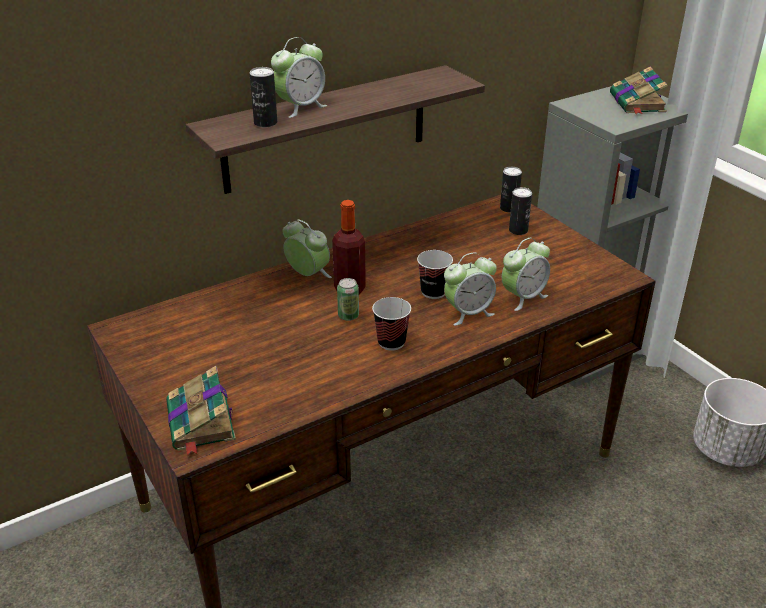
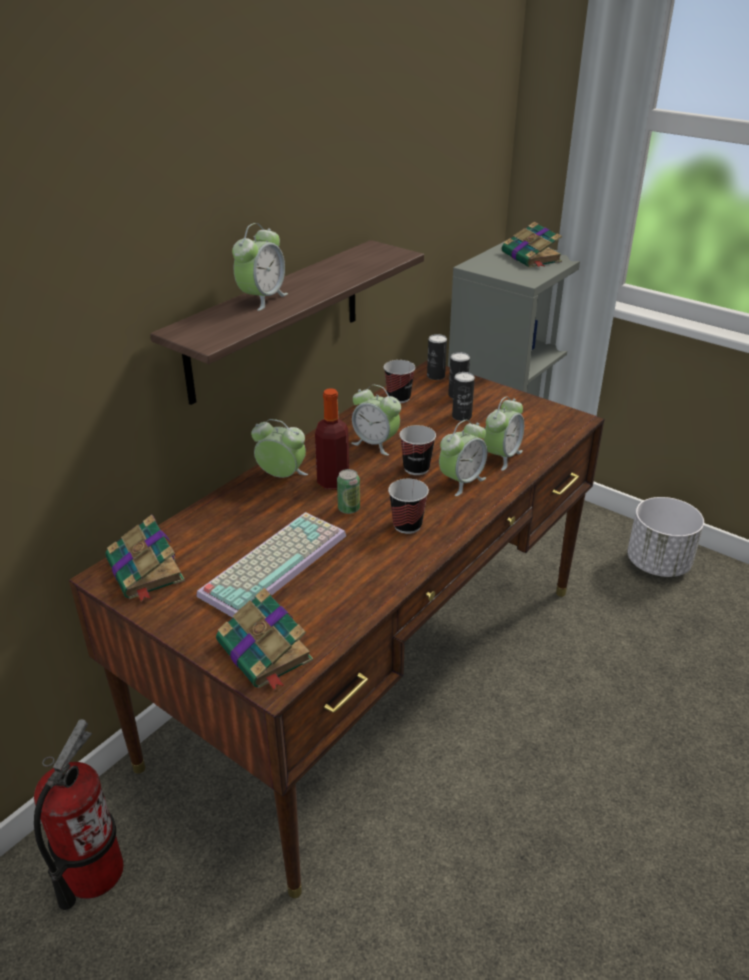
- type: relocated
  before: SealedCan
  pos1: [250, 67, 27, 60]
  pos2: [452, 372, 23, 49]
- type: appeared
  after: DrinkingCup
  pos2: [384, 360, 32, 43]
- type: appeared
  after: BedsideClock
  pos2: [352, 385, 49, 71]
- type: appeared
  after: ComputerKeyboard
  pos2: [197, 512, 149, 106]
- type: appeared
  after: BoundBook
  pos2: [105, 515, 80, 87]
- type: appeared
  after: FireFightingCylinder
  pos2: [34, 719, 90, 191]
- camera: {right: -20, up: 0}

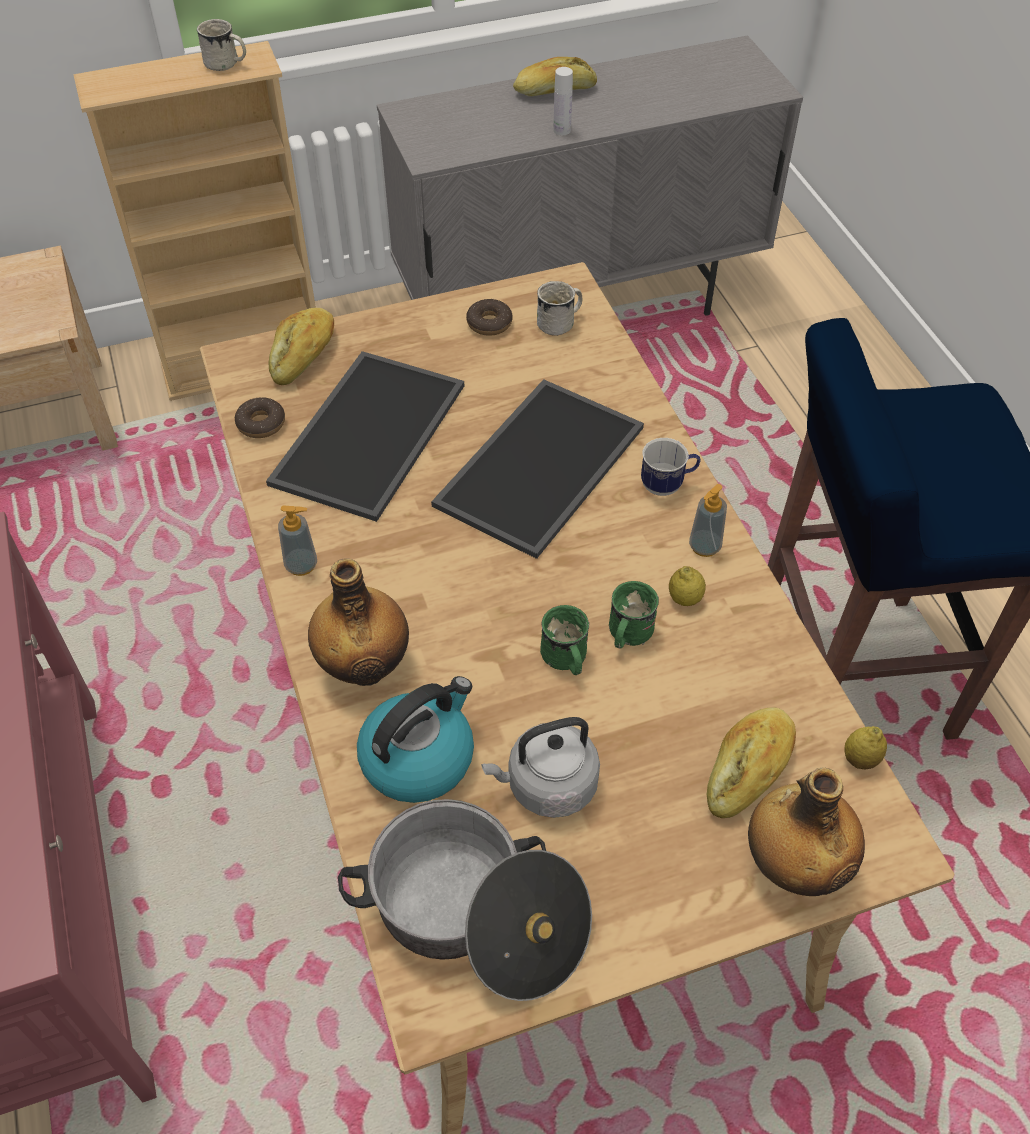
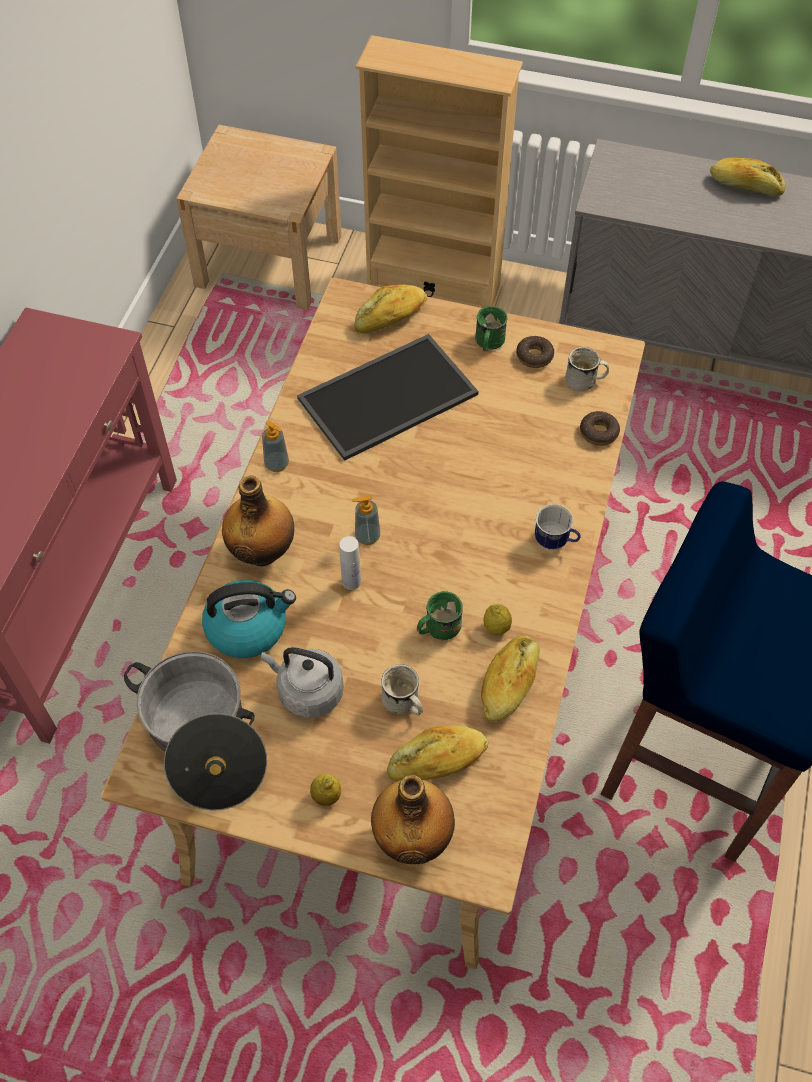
- type: relocated
  before: WhitishTeaMug
  pos1: [197, 19, 49, 52]
  pos2: [381, 664, 42, 51]
- type: relocated
  before: WhitishBottle
  pos1: [553, 67, 20, 68]
  pos2: [339, 536, 22, 54]
- type: missing
  before: CarryingTray
  pos1: [431, 379, 213, 180]
- type: relocated
  before: Donut
  pos1: [235, 397, 50, 41]
  pos2: [580, 411, 40, 35]
- type: relocated
  before: LiquidSoapBottle
  pos1: [689, 484, 38, 73]
  pos2: [352, 495, 28, 50]
- type: relocated
  before: GreenColouredTeaMug
  pos1: [540, 605, 49, 70]
  pos2: [475, 306, 33, 45]
- type: relocated
  before: CitrusFruit
  pos1: [844, 726, 43, 43]
  pos2: [310, 774, 31, 32]
- type: appeared
  after: BakeryBread
  pos2: [481, 636, 59, 85]
- camera: {right: 35, up: 5}

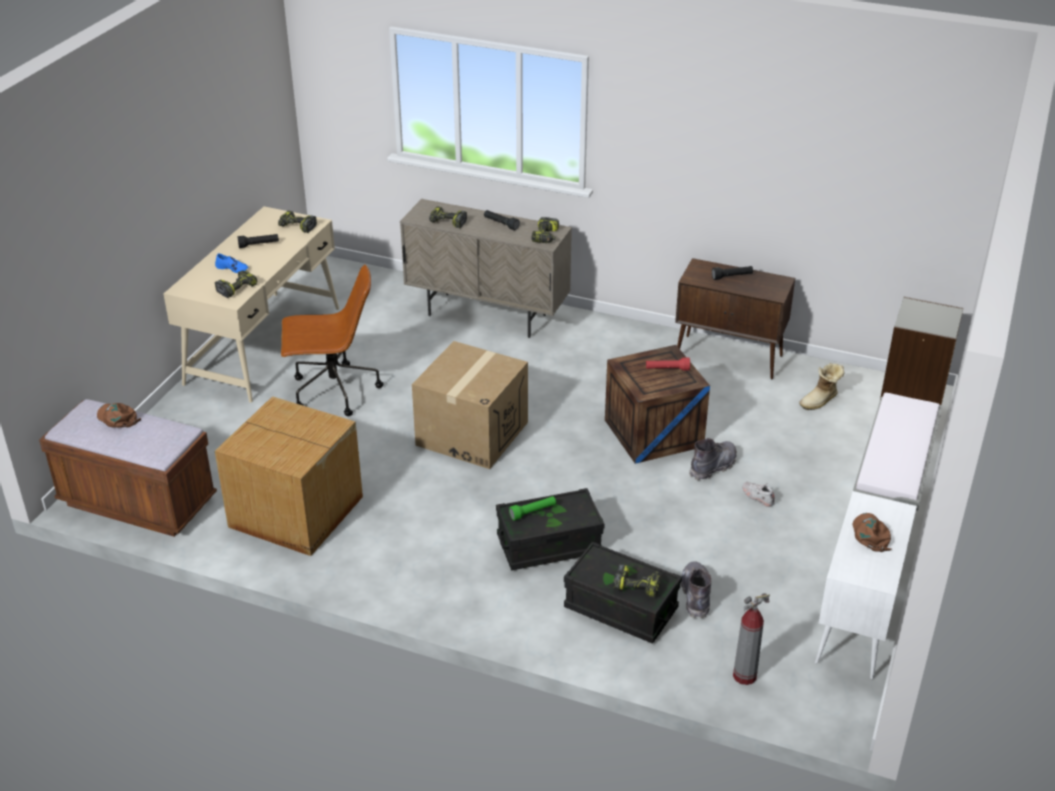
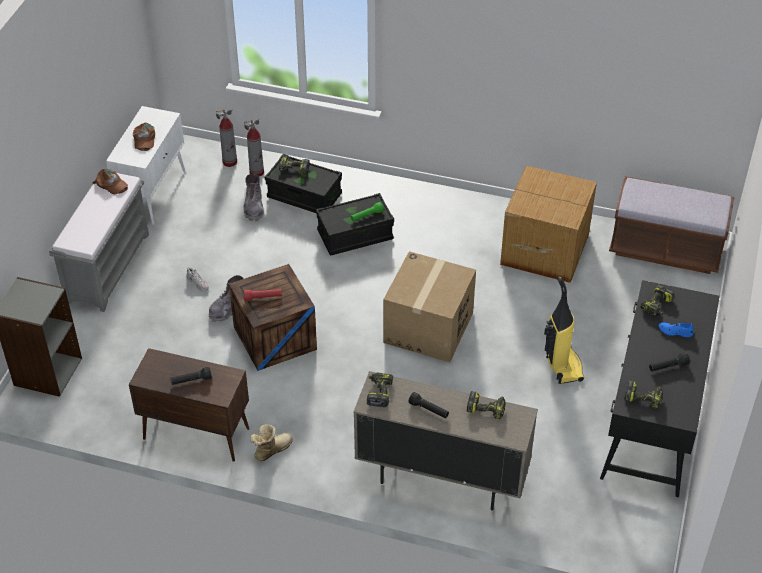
- type: colour
  before: BeigeColouredDesk
  after: BlackColouredDesk
  pos1: [164, 206, 175, 197]
  pos2: [600, 280, 120, 217]
- type: exchanged
  before: BrownOfficeChair
  after: Hoover
  pos1: [281, 264, 102, 152]
  pos2: [544, 277, 40, 107]
- type: relocated
  before: TallBoot
  pos1: [800, 363, 44, 47]
  pos2: [250, 424, 43, 38]
- type: relocated
  before: BrownCap
  pos1: [97, 403, 44, 25]
  pos2: [92, 169, 36, 25]
- type: appeared
  after: FireFightingCylinder
  pos2: [244, 119, 20, 58]
- camera: {right: 175, up: 10}

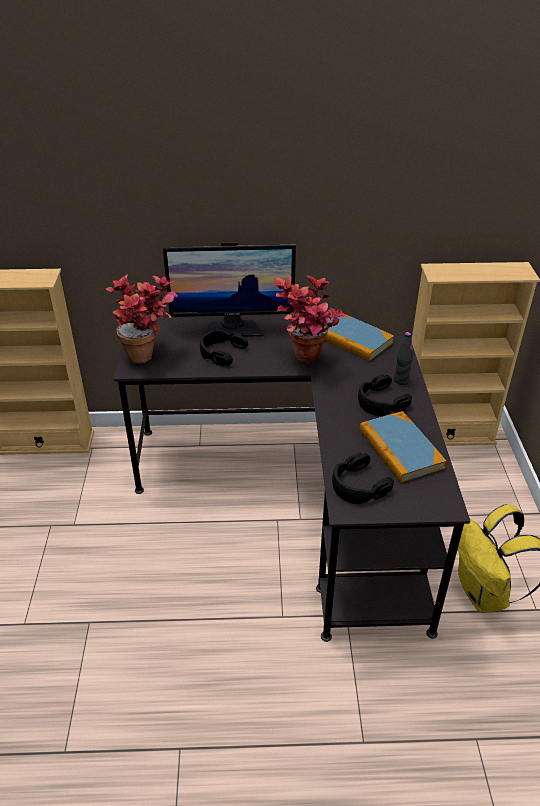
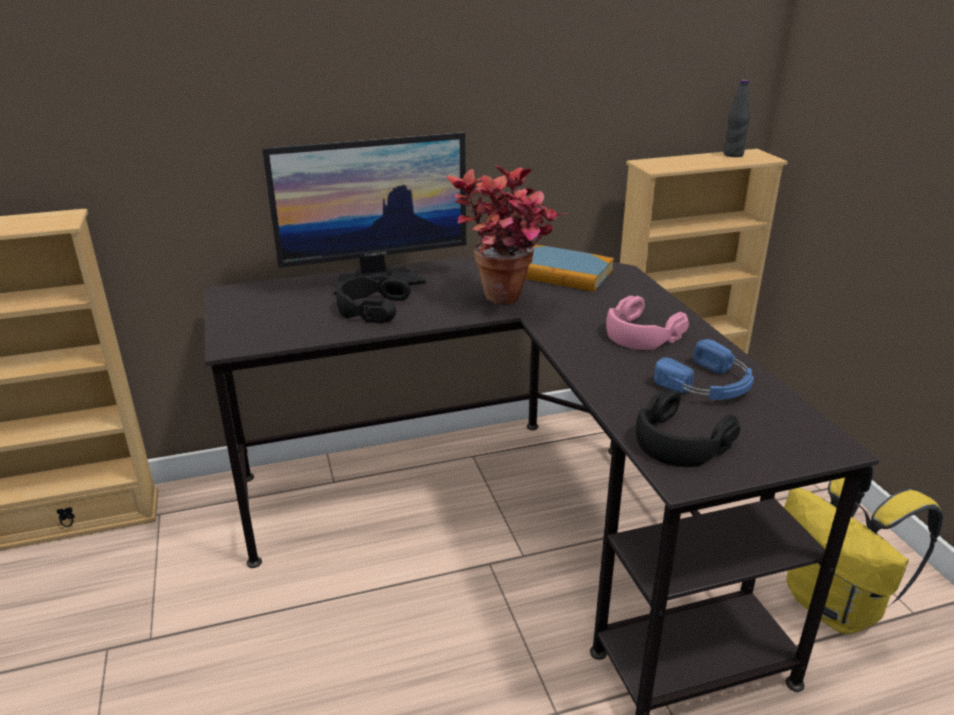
- type: missing
  before: PlantInAPot
  pos1: [106, 274, 72, 90]
- type: relocated
  before: BlackColouredBottle
  pos1: [394, 332, 19, 53]
  pos2: [724, 80, 26, 77]
- type: colour
  before: BlackColouredPairOfHeadphones
  after: PinkishPairOfHeadphones
  pos1: [358, 374, 54, 42]
  pos2: [606, 295, 83, 55]
- type: exchanged
  before: BoundBook
  after: BluePairOfHeadphones
  pos1: [360, 411, 87, 72]
  pos2: [654, 339, 100, 61]
- camera: {right: -15, up: -10}

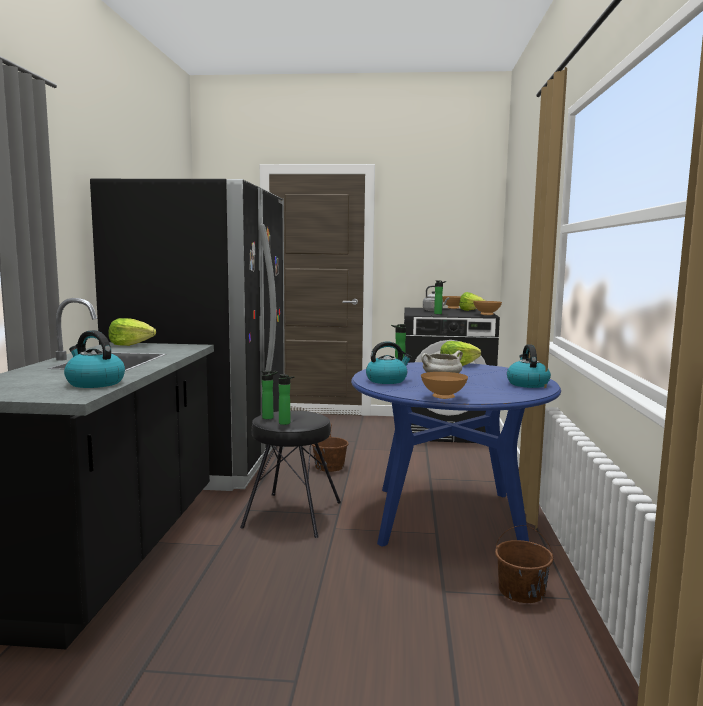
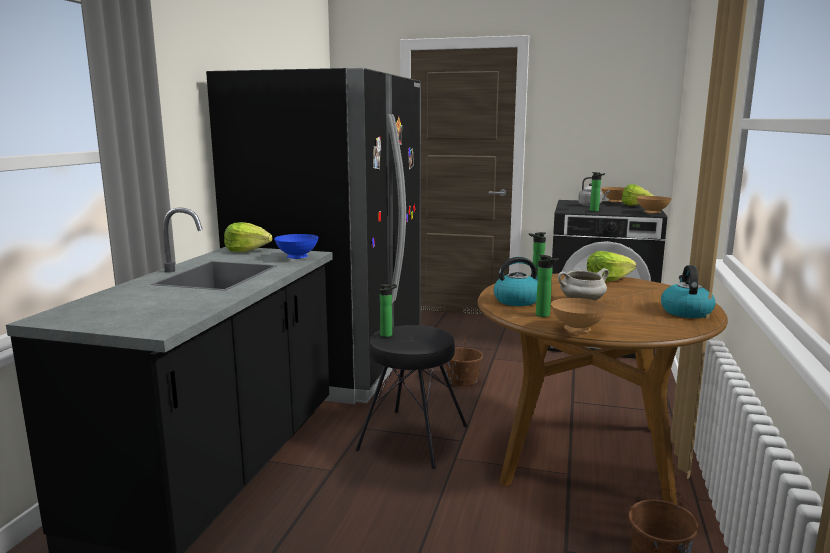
- type: missing
  before: WaterKettle
  pos1: [64, 330, 61, 58]
- type: colour
  before: BlueDiningTable
  after: BrownDiningTable
  pos1: [351, 362, 210, 185]
  pos2: [478, 273, 250, 232]
- type: relocated
  before: Bottle
  pos1: [279, 374, 16, 51]
  pos2: [536, 255, 23, 62]
- type: appeared
  after: BlueBowl
  pos2: [274, 234, 45, 25]
- camera: {right: 10, up: 5}

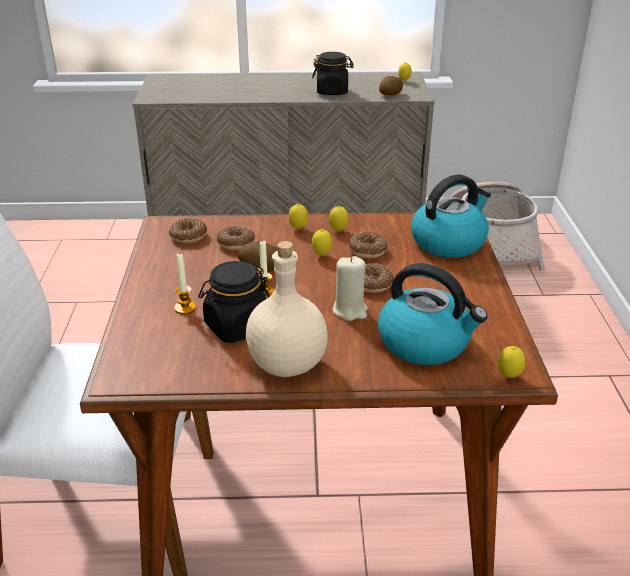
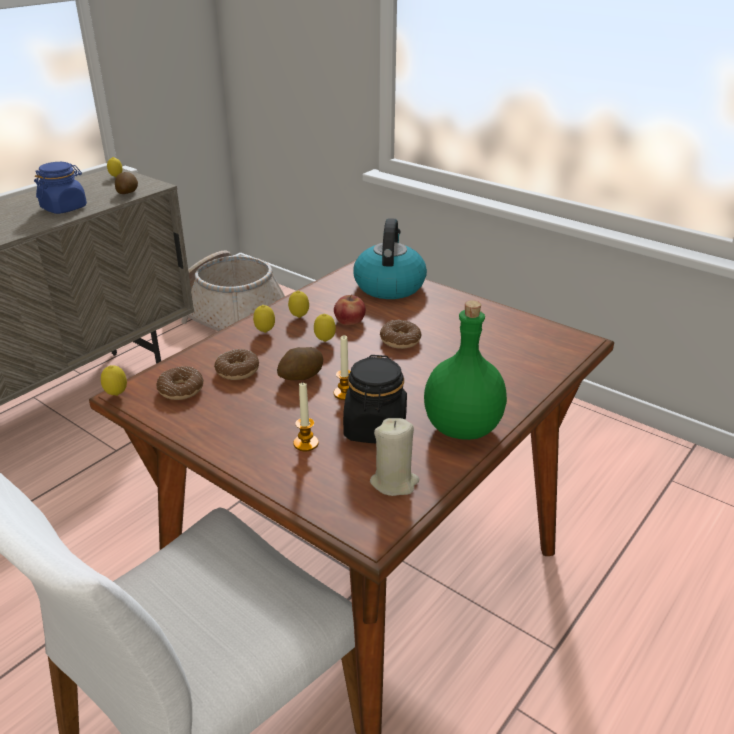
- type: colour
  before: BlackColouredJar
  after: BlueJar
  pos1: [312, 52, 42, 43]
  pos2: [34, 162, 53, 52]
- type: exchanged
  before: Donut
  after: Apple
  pos1: [349, 232, 39, 26]
  pos2: [334, 295, 32, 30]
- type: colour
  before: BeigeColouredBottle
  after: GreenColouredBottle
  pos1: [246, 241, 82, 136]
  pos2: [424, 300, 83, 140]
- type: relocated
  before: BeigeColouredWaxLight
  pos1: [333, 256, 35, 65]
  pos2: [370, 418, 49, 78]
- type: missing
  before: WaterKettle
  pos1: [378, 263, 110, 102]
- type: relocated
  before: CitrusFruit
  pos1: [498, 346, 27, 32]
  pos2: [101, 365, 26, 31]
- camera: {right: -50, up: 0}

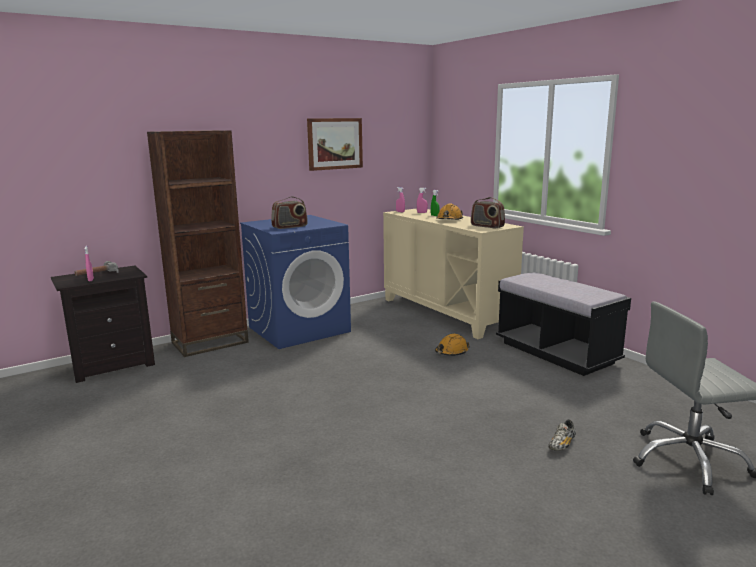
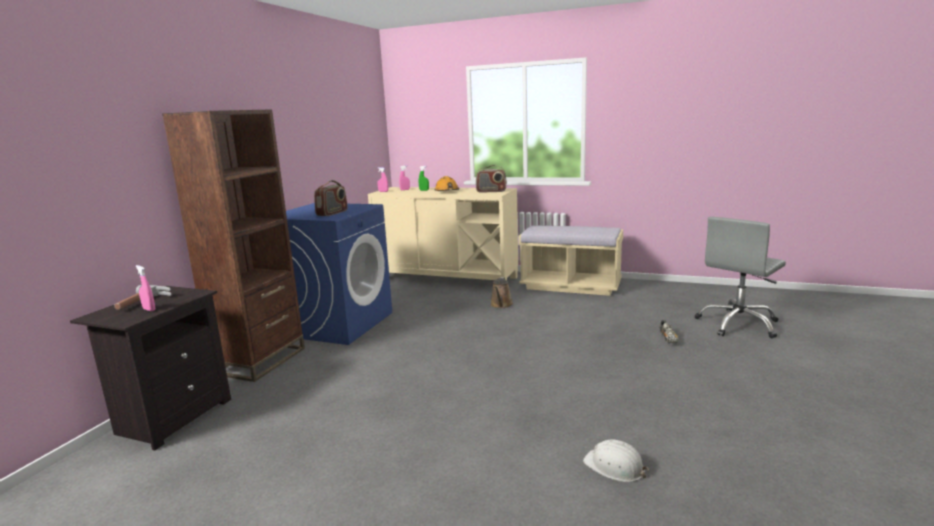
- type: missing
  before: Picture
  pos1: [307, 118, 56, 53]
- type: colour
  before: BlackColouredBench
  after: BeigeColouredBench
  pos1: [496, 272, 135, 104]
  pos2: [519, 225, 104, 71]
- type: exchanged
  before: OrangeWorkHelmet
  after: BrownSprinklingCan
  pos1: [435, 334, 35, 22]
  pos2: [490, 277, 23, 31]
- type: appeared
  after: WhitishWorkHelmet
  pos2: [583, 439, 66, 43]
- camera: {right: -35, up: 0}

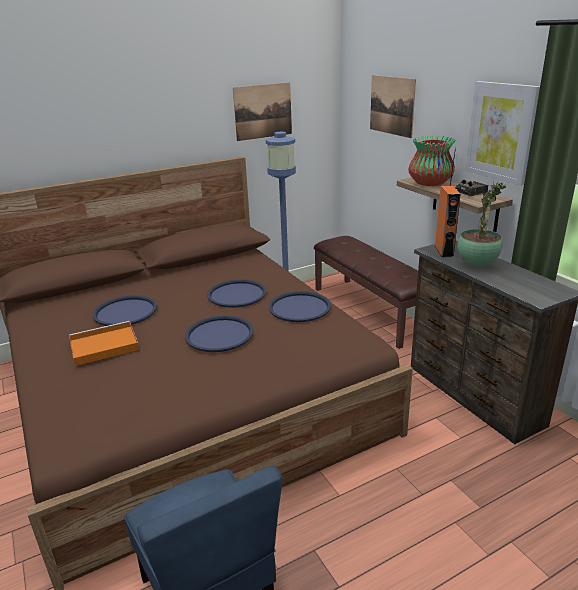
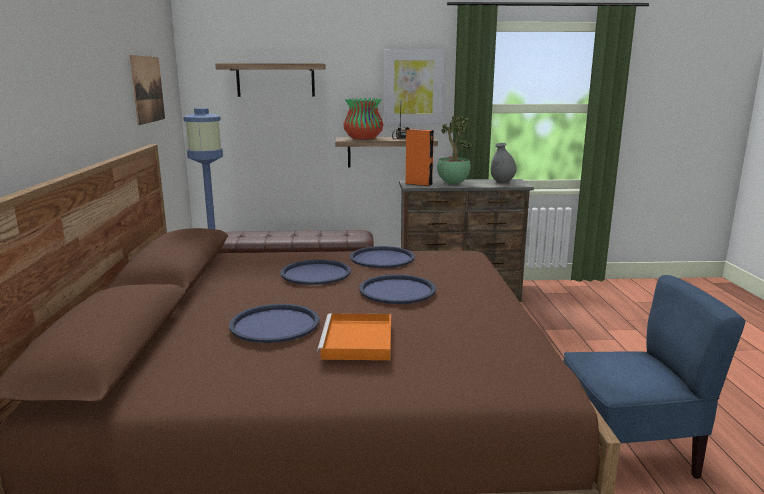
- type: exchanged
  before: Picture
  after: Shelf
  pos1: [370, 75, 46, 63]
  pos2: [215, 64, 111, 33]
- type: appeared
  after: GrayVase
  pos2: [491, 143, 26, 40]
- camera: {right: -65, up: -10}

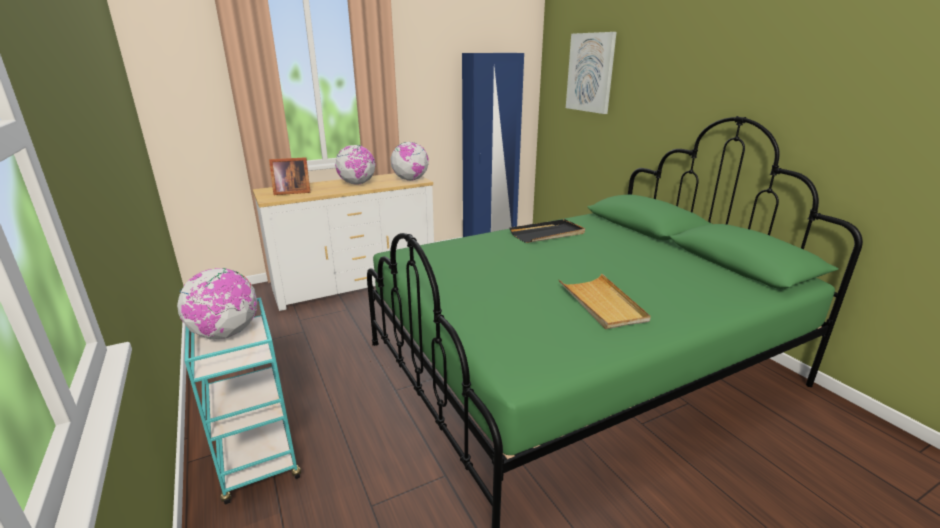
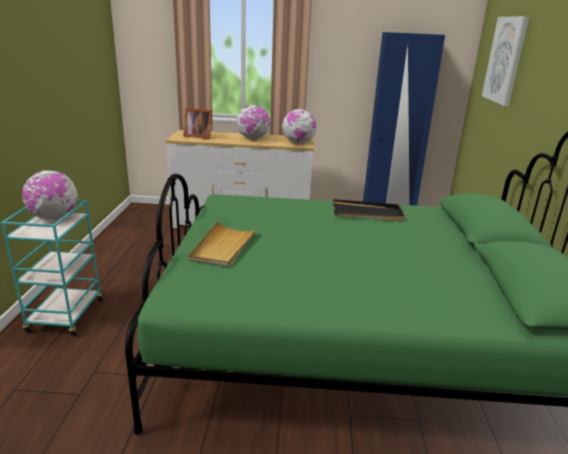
- type: relocated
  before: BeigeColouredCarryingTray
  pos1: [558, 273, 93, 56]
  pos2: [189, 221, 69, 46]
- camera: {right: 30, up: 0}

